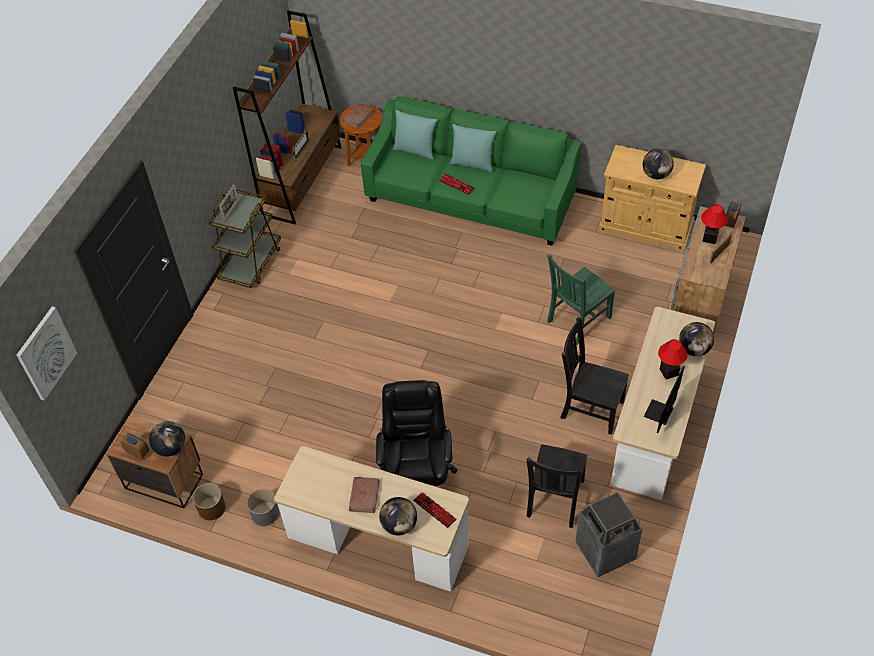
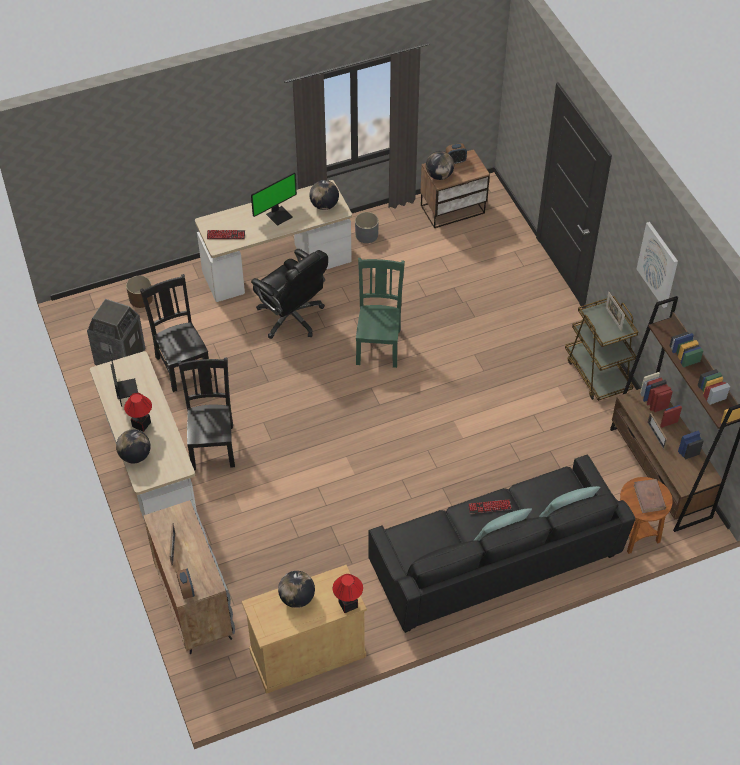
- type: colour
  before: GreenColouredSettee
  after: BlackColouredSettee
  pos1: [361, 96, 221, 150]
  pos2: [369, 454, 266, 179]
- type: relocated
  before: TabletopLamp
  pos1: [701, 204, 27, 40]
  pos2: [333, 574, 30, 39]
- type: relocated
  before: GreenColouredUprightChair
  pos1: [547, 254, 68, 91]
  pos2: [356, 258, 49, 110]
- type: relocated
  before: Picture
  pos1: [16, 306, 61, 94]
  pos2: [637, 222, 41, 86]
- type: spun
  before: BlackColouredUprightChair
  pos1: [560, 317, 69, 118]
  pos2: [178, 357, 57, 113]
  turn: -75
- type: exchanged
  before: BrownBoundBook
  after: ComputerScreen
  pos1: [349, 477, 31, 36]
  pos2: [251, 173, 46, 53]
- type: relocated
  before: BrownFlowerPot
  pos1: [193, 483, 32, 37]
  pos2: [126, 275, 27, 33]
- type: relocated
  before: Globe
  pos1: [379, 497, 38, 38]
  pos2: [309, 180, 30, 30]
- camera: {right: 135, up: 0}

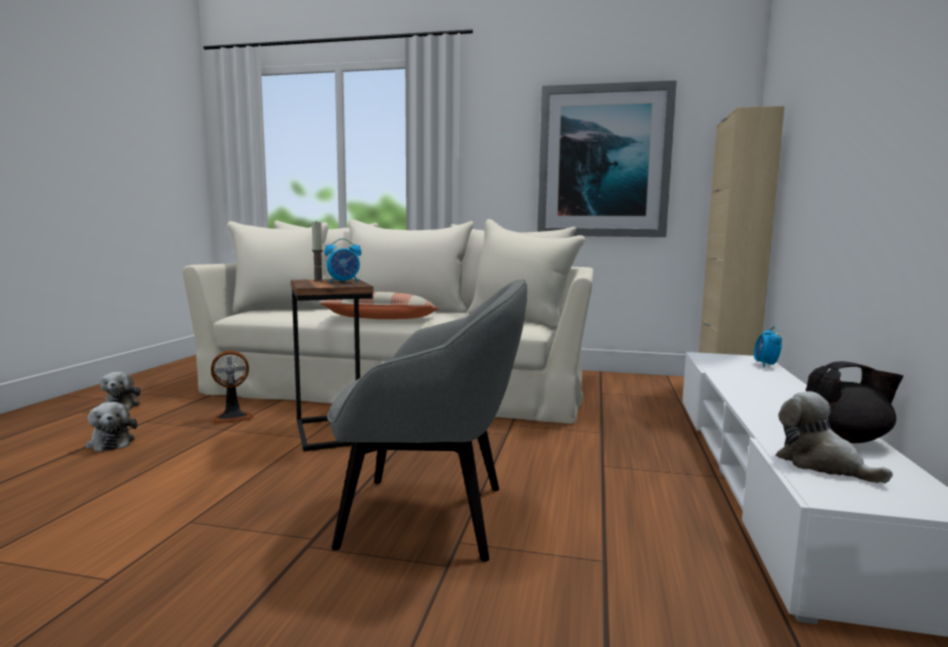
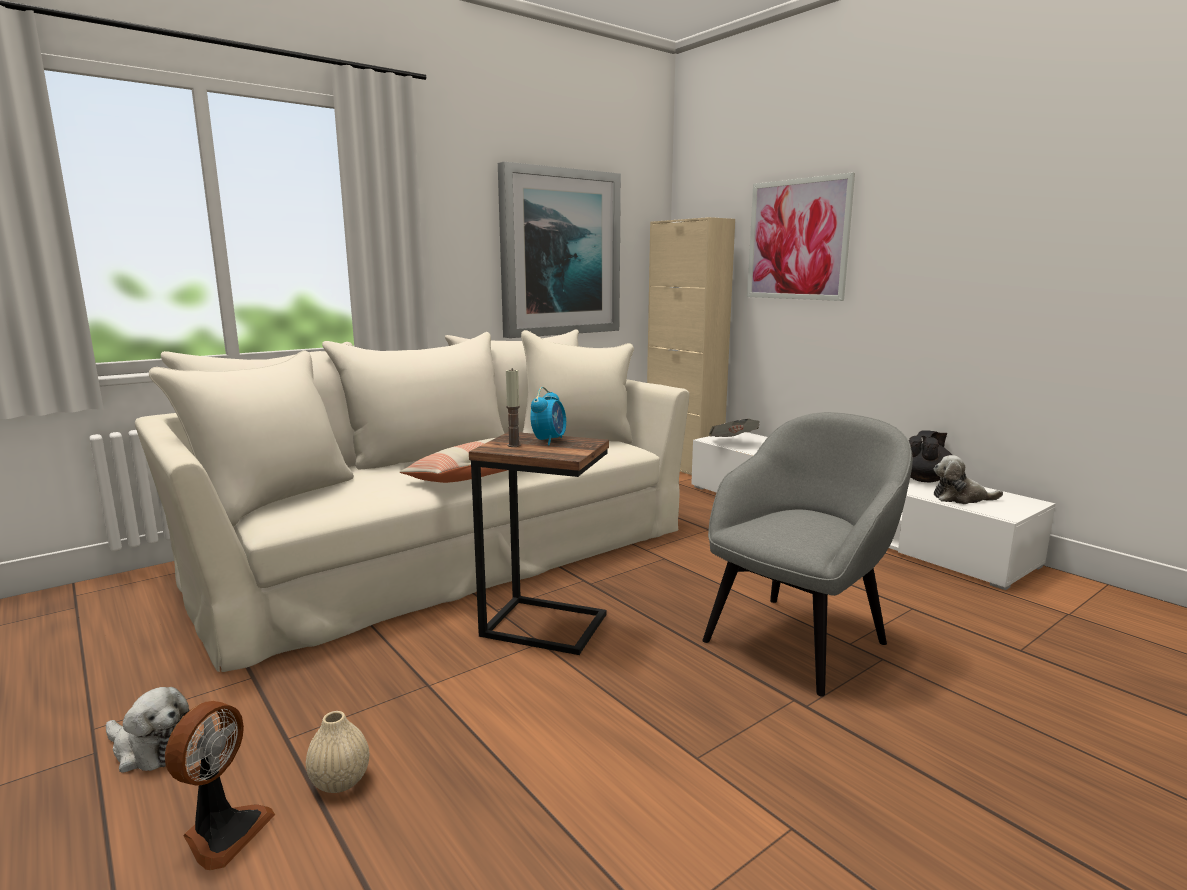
- type: missing
  before: BedsideClock
  pos1: [754, 326, 28, 41]
- type: relocated
  before: CoolingFan
  pos1: [211, 351, 43, 73]
  pos2: [165, 701, 110, 169]
- type: exchanged
  before: PlushToy
  after: BeigeColouredVase
  pos1: [86, 402, 51, 49]
  pos2: [306, 711, 63, 82]
- type: appeared
  after: Picture
  pos2: [747, 172, 108, 129]
- type: appeared
  after: Newspaper
  pos2: [709, 419, 51, 18]
- camera: {right: -50, up: 5}

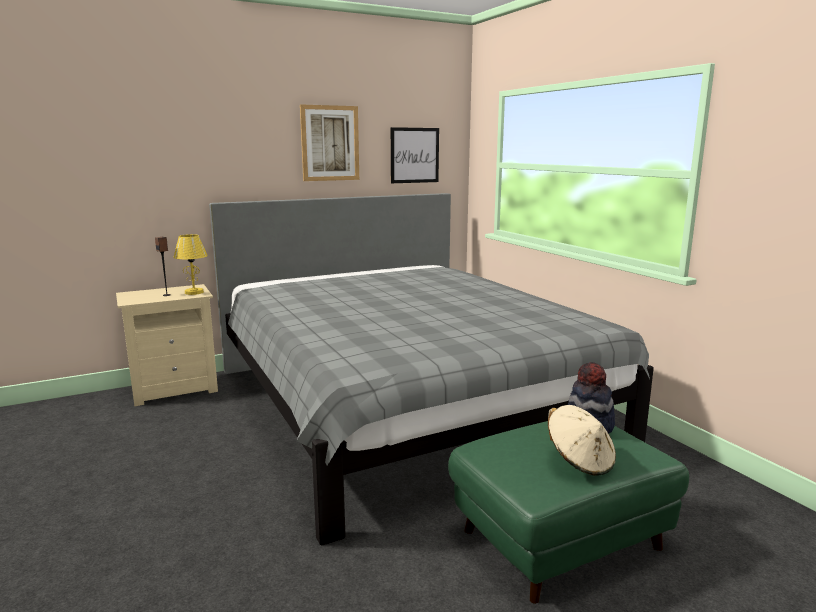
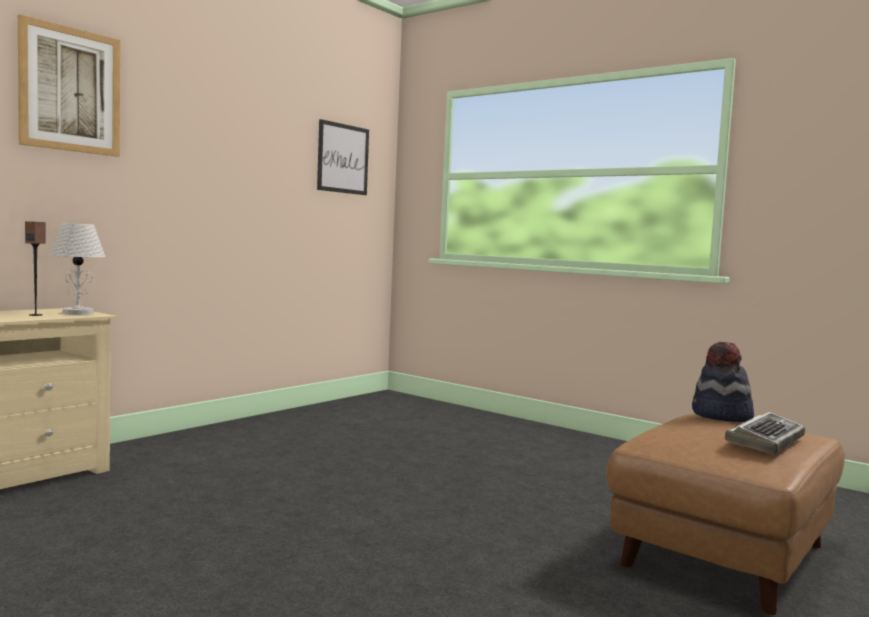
- type: relocated
  before: Picture
  pos1: [300, 104, 59, 77]
  pos2: [18, 14, 102, 143]
- type: missing
  before: GrayBedroomBed
  pos1: [209, 193, 445, 353]
- type: colour
  before: YellowishTabletopLamp
  after: WhitishTabletopLamp
  pos1: [173, 234, 35, 61]
  pos2: [50, 223, 55, 92]
- type: exchanged
  before: BeigeColouredHat
  after: ComputerKeyboard
  pos1: [548, 405, 68, 71]
  pos2: [725, 412, 80, 42]
- type: colour
  before: GreenColouredPouffe
  after: BrownPouffe
  pos1: [448, 421, 241, 183]
  pos2: [606, 414, 239, 201]
- camera: {right: -25, up: -10}

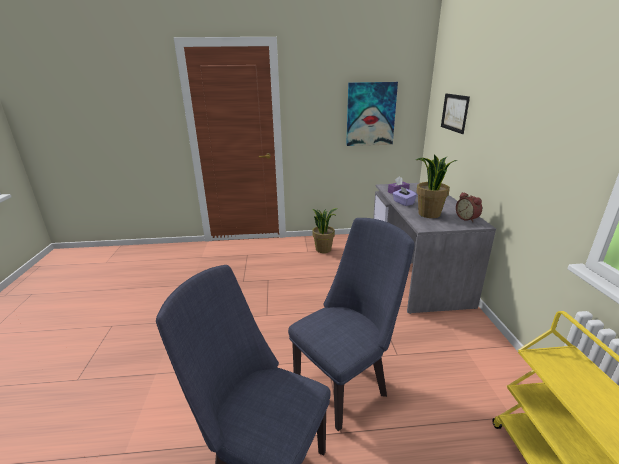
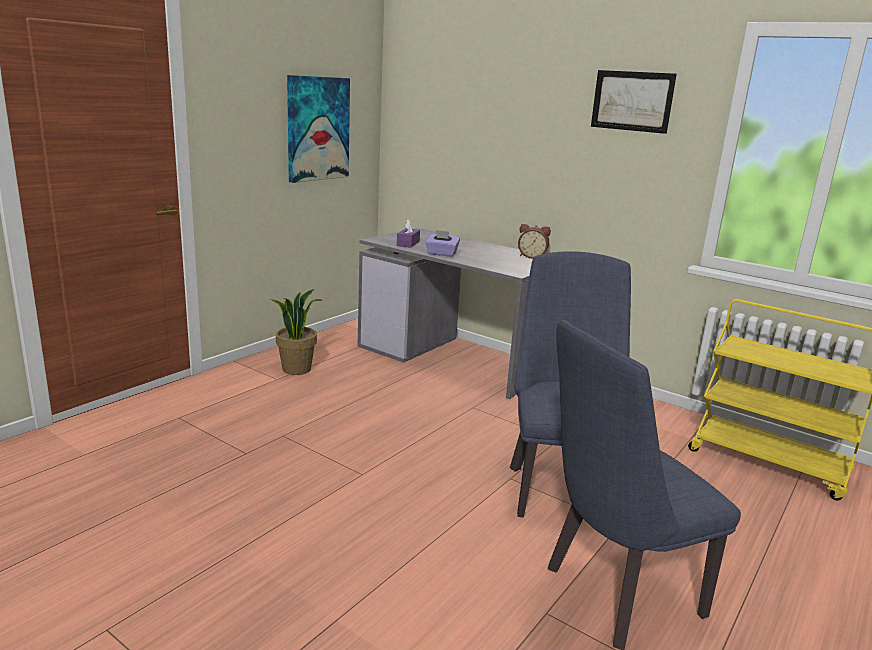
- type: relocated
  before: Picture
  pos1: [441, 93, 29, 41]
  pos2: [591, 70, 86, 64]
- type: missing
  before: PlantInAPot
  pos1: [416, 154, 41, 64]
- camera: {right: -50, up: -5}

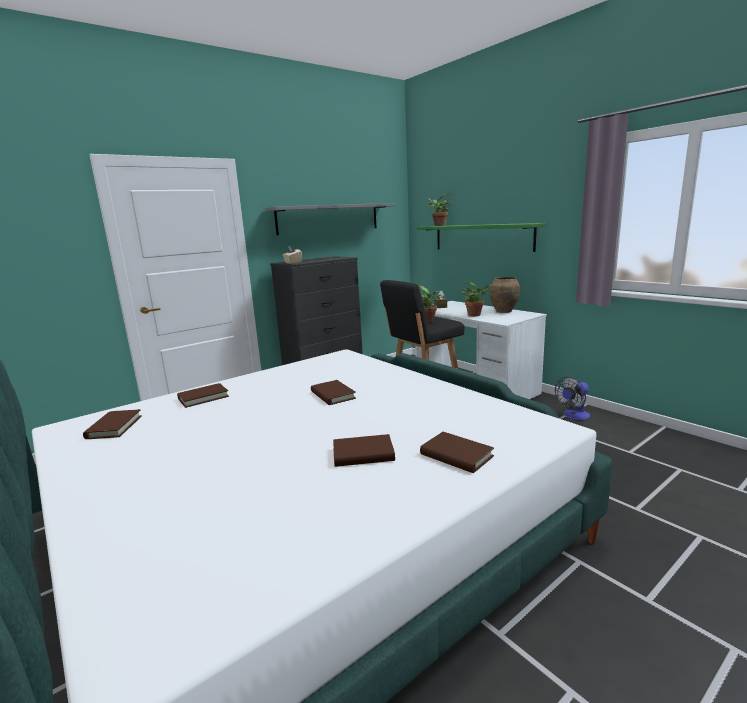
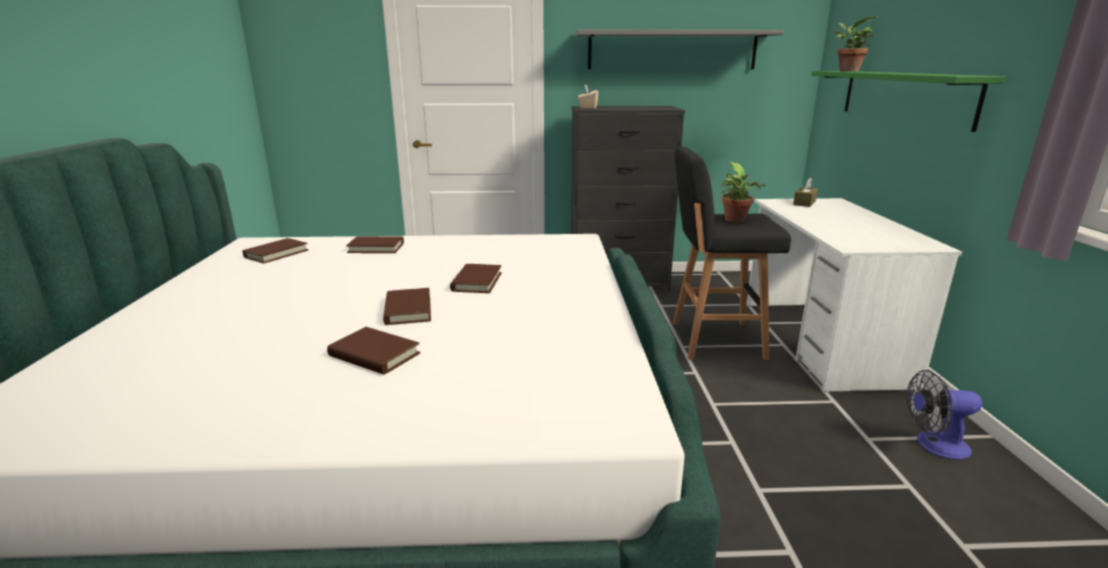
- type: missing
  before: BrownVase
  pos1: [489, 277, 31, 36]
- type: missing
  before: PlantInAPot
  pos1: [461, 281, 30, 35]
- type: relocated
  before: BrownBoundBook
  pos1: [420, 432, 74, 41]
  pos2: [383, 288, 48, 37]
- camera: {right: 35, up: 5}

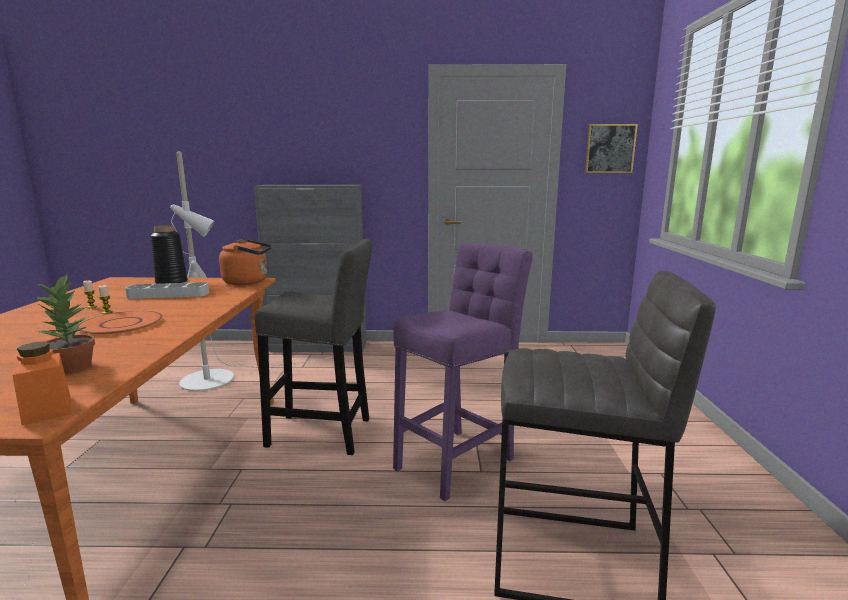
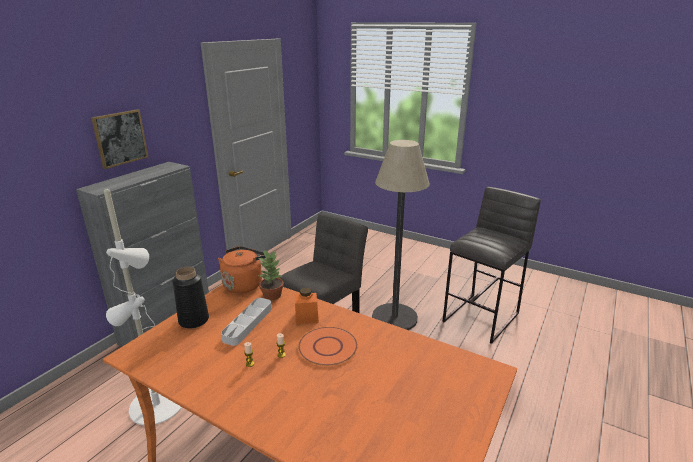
- type: relocated
  before: Picture
  pos1: [585, 124, 53, 49]
  pos2: [91, 109, 57, 60]
- type: exchanged
  before: PurplishStoolSeat
  after: FloorLamp
  pos1: [393, 242, 140, 259]
  pos2: [372, 140, 58, 190]
- type: relocated
  before: PlantInAPot
  pos1: [36, 274, 59, 100]
  pos2: [259, 250, 25, 50]
- type: relocated
  before: OrangeJar
  pos1: [12, 341, 60, 85]
  pos2: [295, 287, 24, 37]
- camera: {right: -60, up: 10}

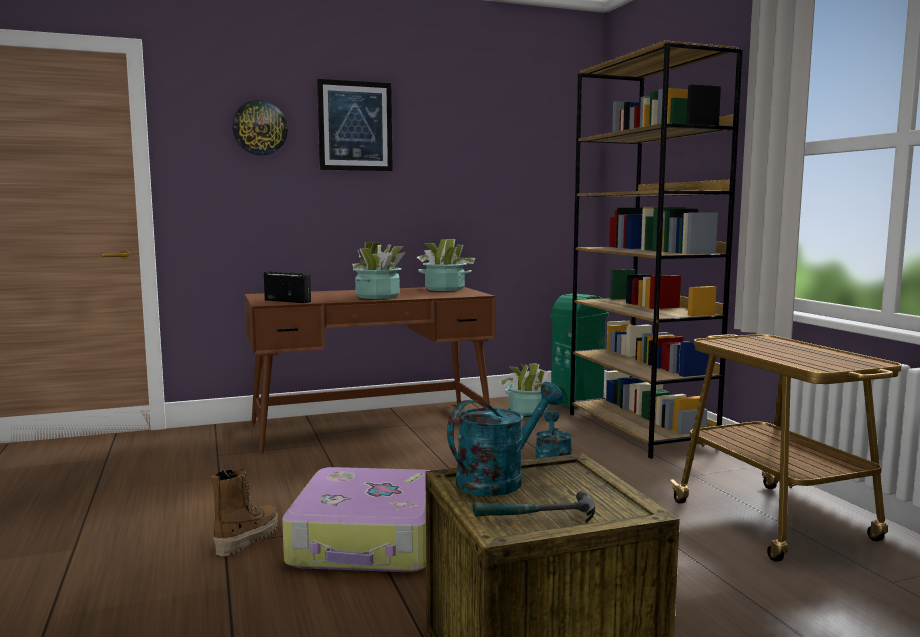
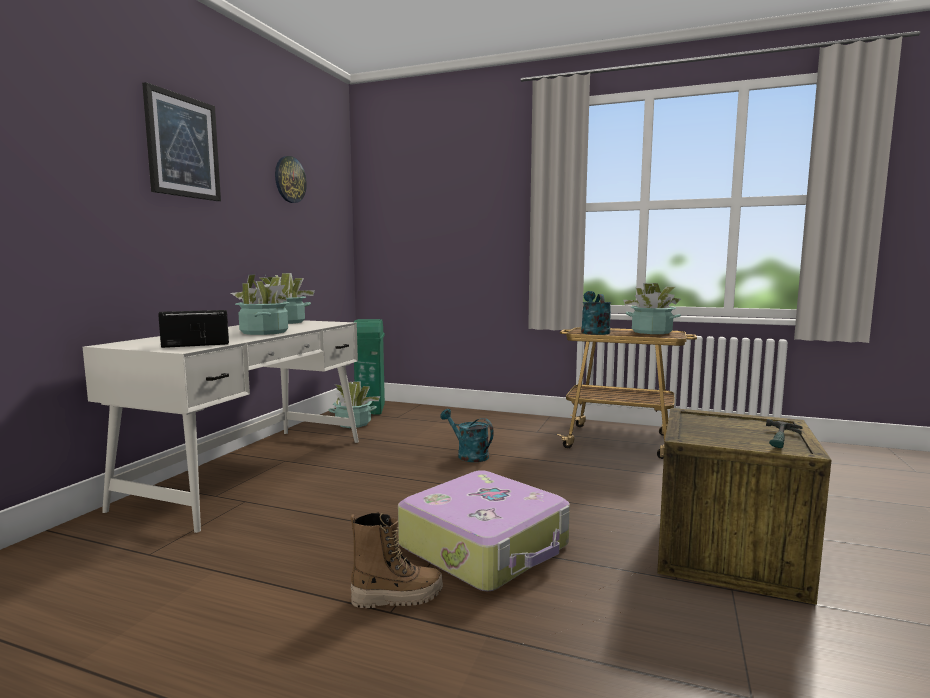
- type: missing
  before: BrownShelvingUnit
  pos1: [570, 40, 173, 419]
- type: relocated
  before: HangingClock
  pos1: [232, 100, 56, 56]
  pos2: [275, 156, 32, 47]
- type: colour
  before: BrownDesk
  after: WhitishDesk
  pos1: [245, 287, 251, 166]
  pos2: [83, 320, 276, 213]
- type: relocated
  before: BlueGreenSprinklingCan
  pos1: [447, 382, 117, 114]
  pos2: [581, 291, 30, 44]
- type: spun
  before: TallBoot
  pos1: [211, 469, 67, 87]
  pos2: [350, 512, 93, 96]
  turn: 105
- type: appeared
  after: PlantInAPot
  pos2: [623, 283, 58, 51]
- camera: {right: -50, up: 0}

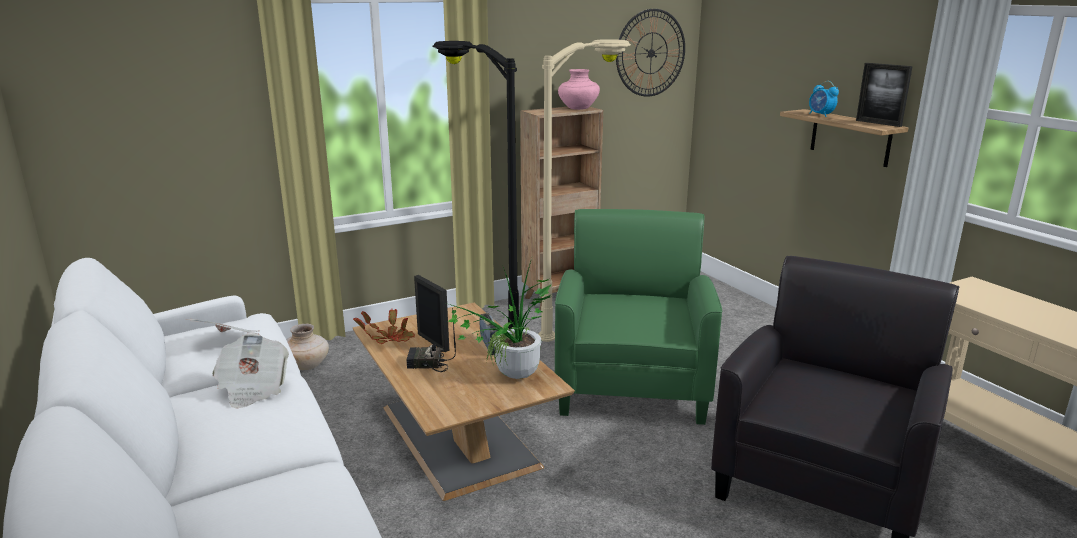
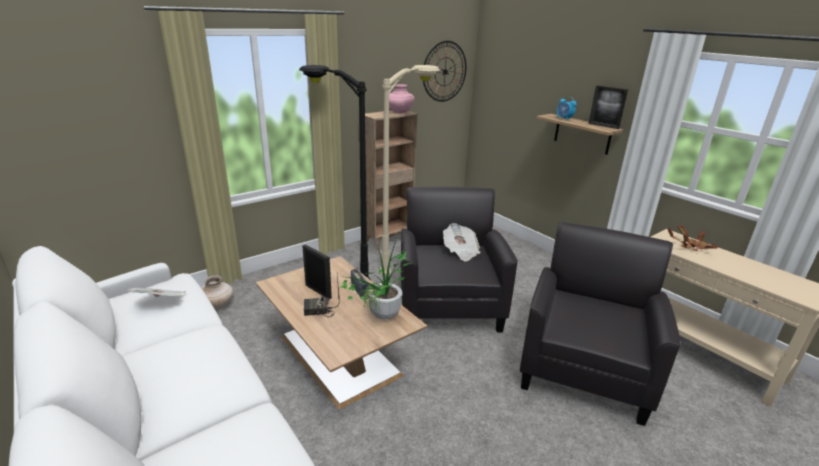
- type: colour
  before: GreenColouredArmchair
  after: BlackColouredArmchair
  pos1: [555, 209, 168, 216]
  pos2: [401, 187, 117, 146]
- type: relocated
  before: PlantInAPot
  pos1: [353, 308, 62, 36]
  pos2: [668, 226, 50, 25]
- type: relocated
  before: Newspaper
  pos1: [212, 333, 77, 76]
  pos2: [443, 223, 38, 39]
- camera: {right: -10, up: 5}

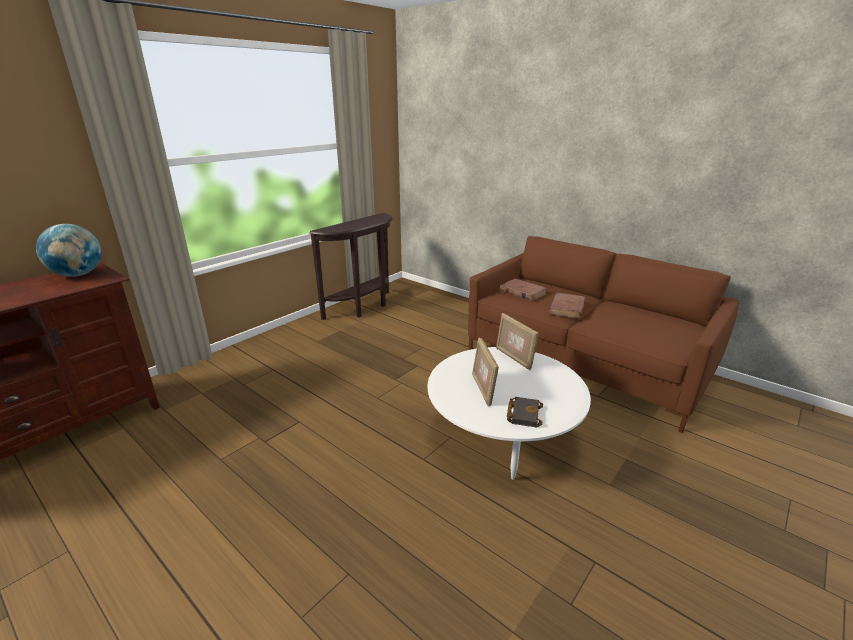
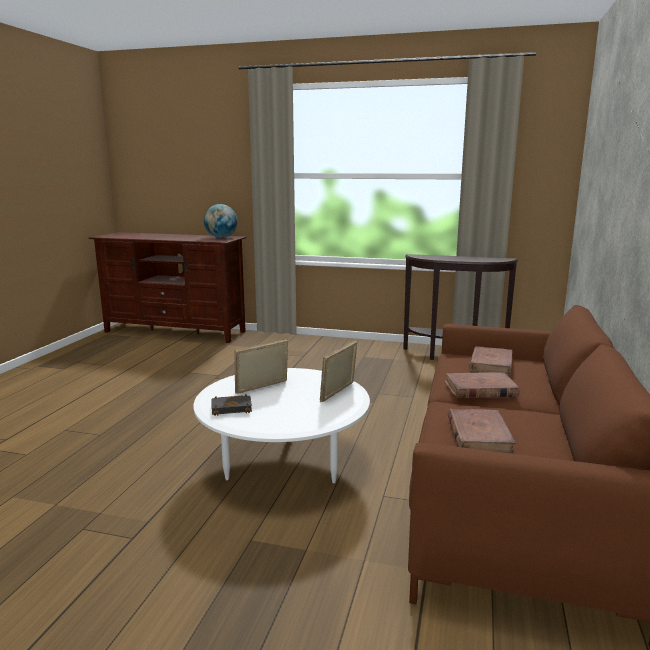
- type: appeared
  after: BrownBoundBook
  pos2: [448, 409, 68, 45]
- camera: {right: 65, up: -10}

